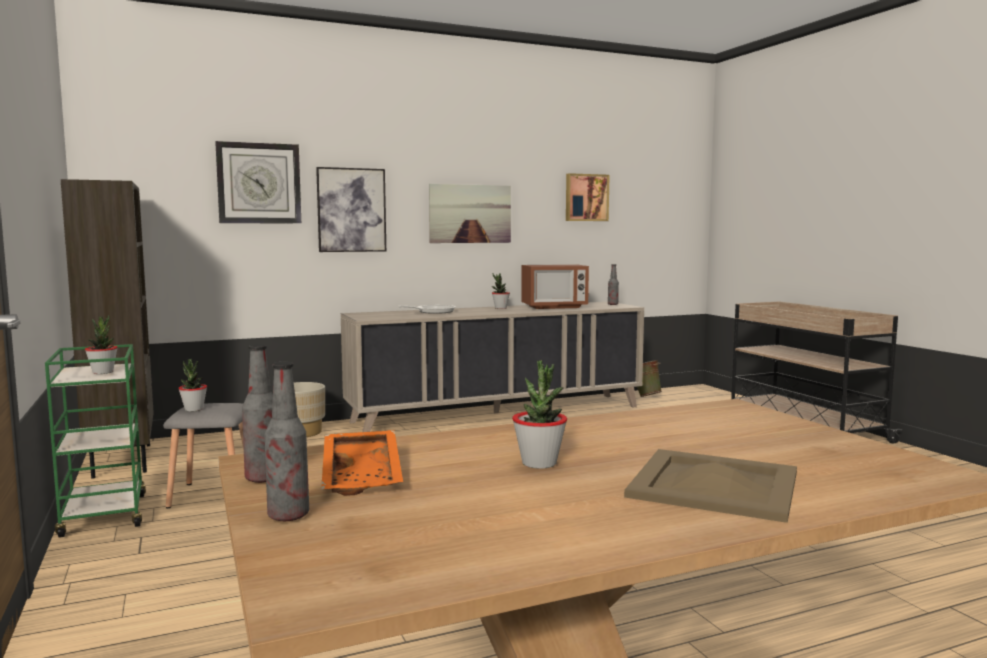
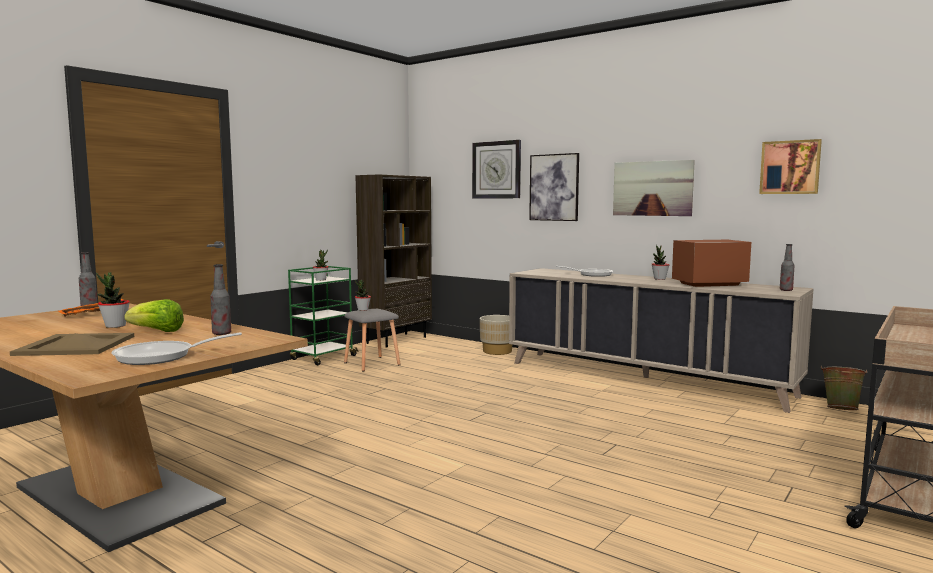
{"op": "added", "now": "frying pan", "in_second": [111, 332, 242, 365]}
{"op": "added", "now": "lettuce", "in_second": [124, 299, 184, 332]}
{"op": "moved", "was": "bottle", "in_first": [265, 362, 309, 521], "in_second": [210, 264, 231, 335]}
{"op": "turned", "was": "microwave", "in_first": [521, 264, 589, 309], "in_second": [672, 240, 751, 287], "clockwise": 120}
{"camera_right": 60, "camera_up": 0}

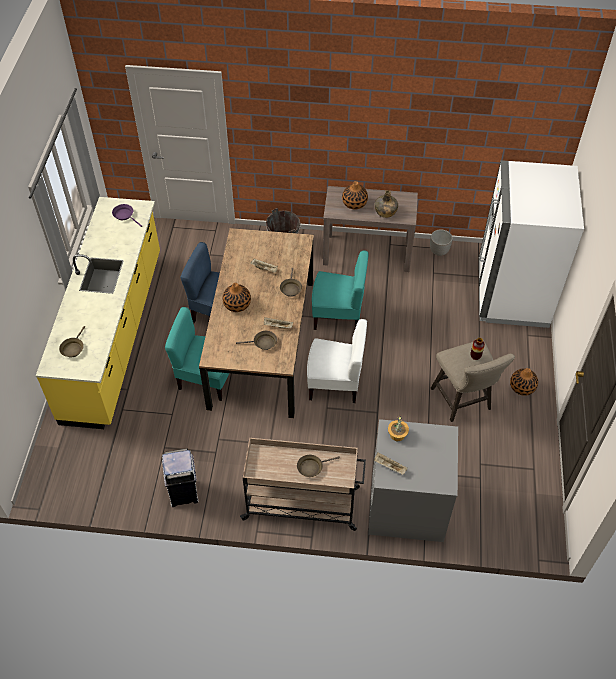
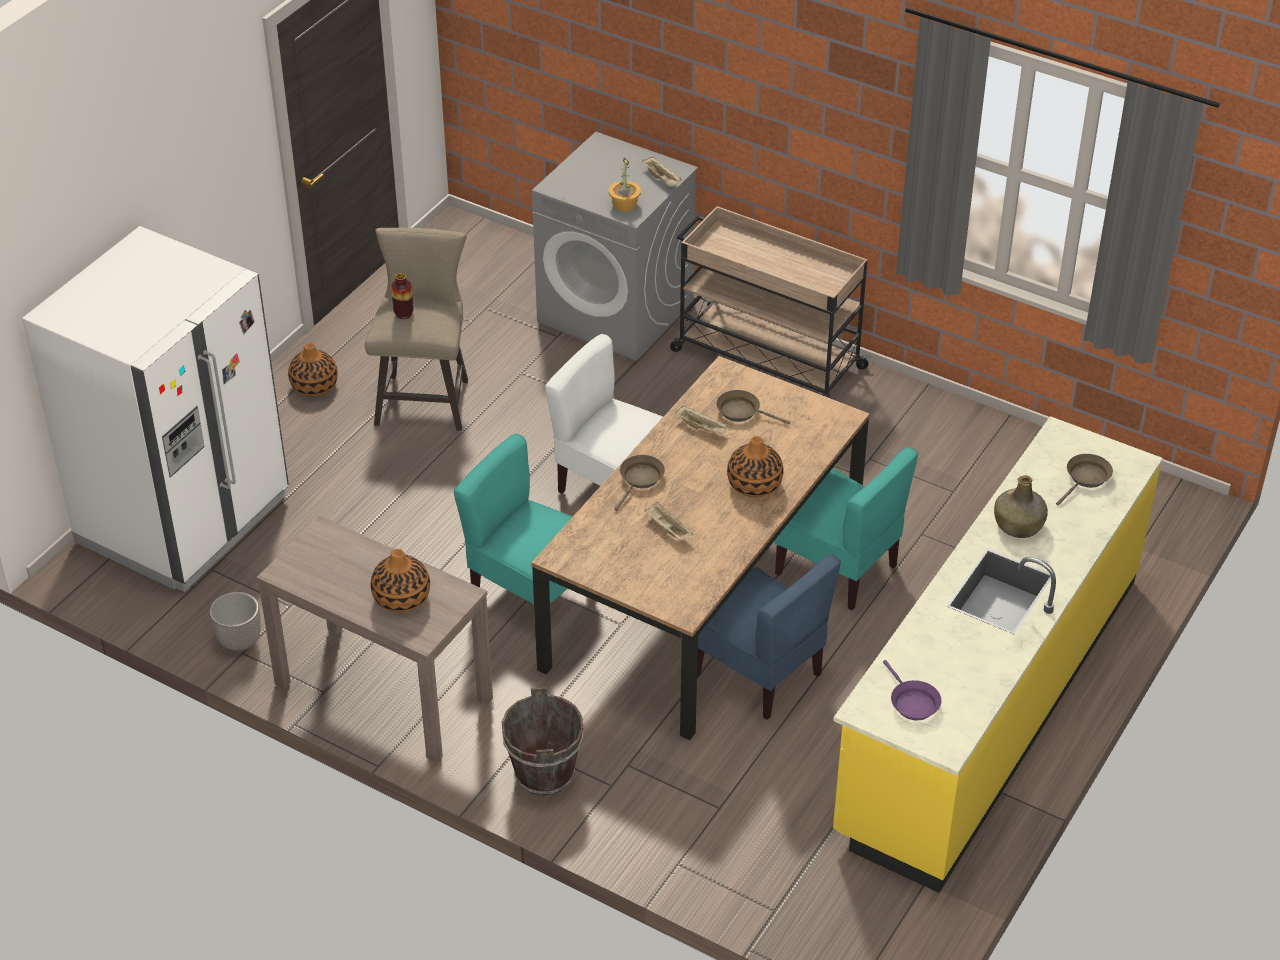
{"op": "moved", "was": "green bottle", "in_first": [374, 190, 398, 218], "in_second": [994, 475, 1048, 538]}
{"op": "removed", "was": "white trash can", "in_first": [162, 448, 199, 507]}
{"op": "removed", "was": "brown frying pan", "in_first": [297, 455, 340, 477]}
{"camera_right": -155, "camera_up": -10}

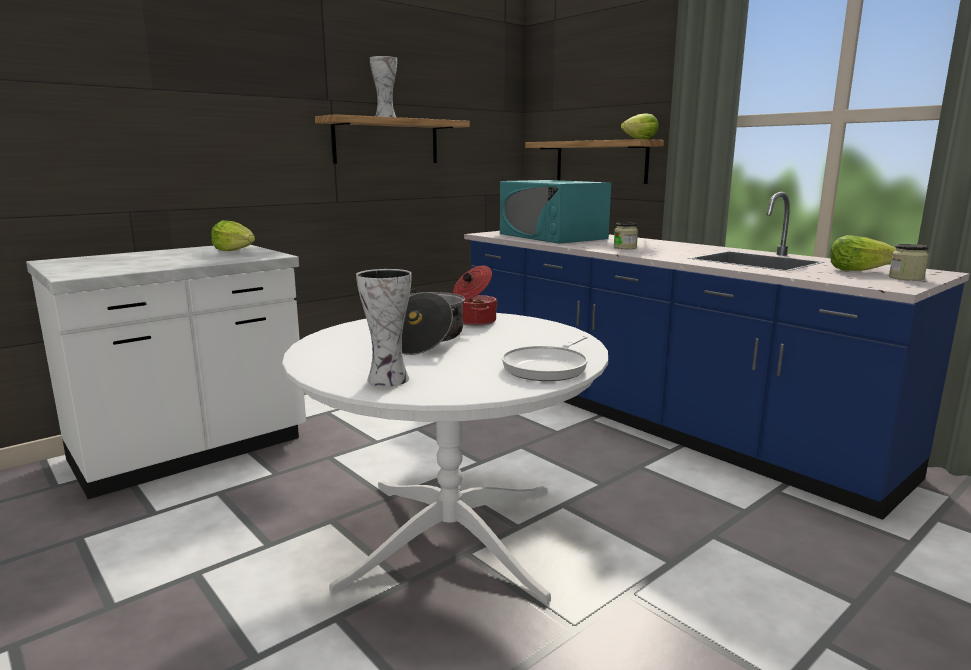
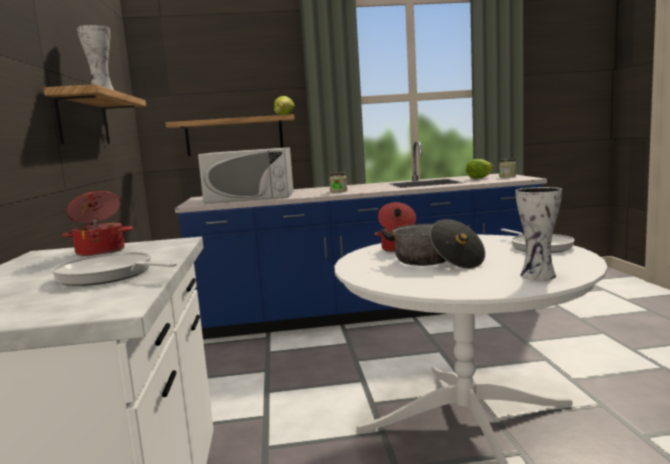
{"op": "added", "now": "frying pan", "in_second": [51, 252, 177, 286]}
{"op": "replaced", "was": "lettuce", "now": "cooking pot", "in_first": [211, 220, 255, 251], "in_second": [62, 191, 133, 256]}
{"op": "recoloured", "was": "turquoise microwave", "now": "white microwave", "in_first": [500, 180, 611, 244], "in_second": [198, 147, 294, 203]}
{"camera_right": -55, "camera_up": -5}

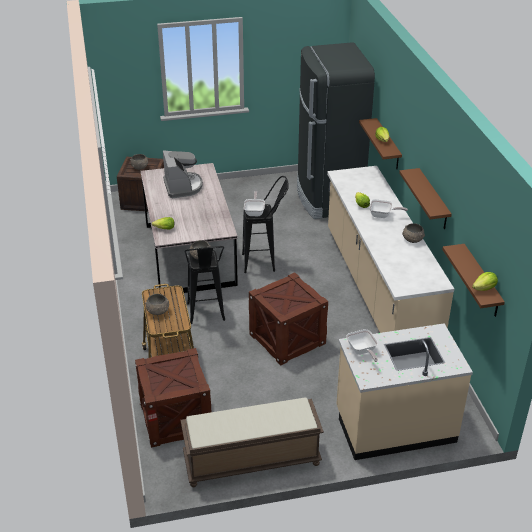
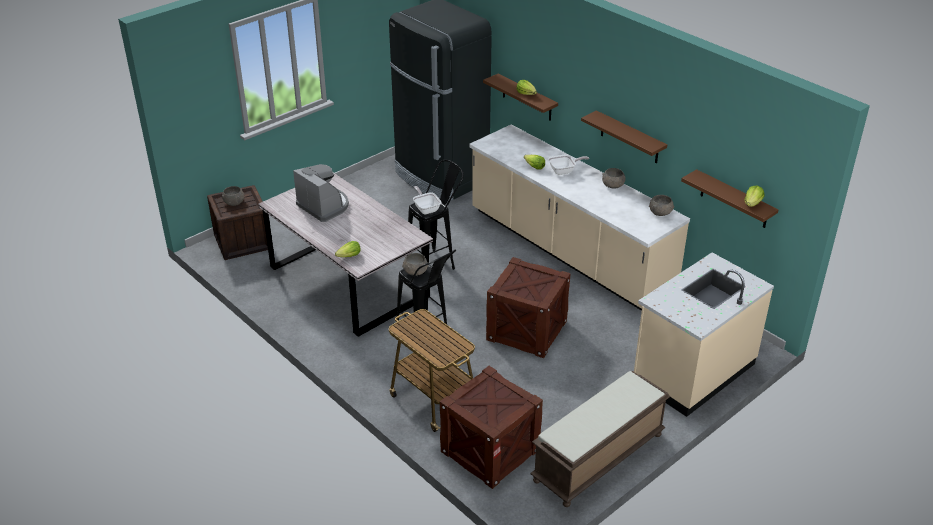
{"op": "moved", "was": "grey bowl", "in_first": [145, 294, 169, 315], "in_second": [649, 195, 674, 216]}
{"op": "removed", "was": "frying pan", "in_first": [346, 329, 378, 362]}
{"camera_right": -30, "camera_up": 0}

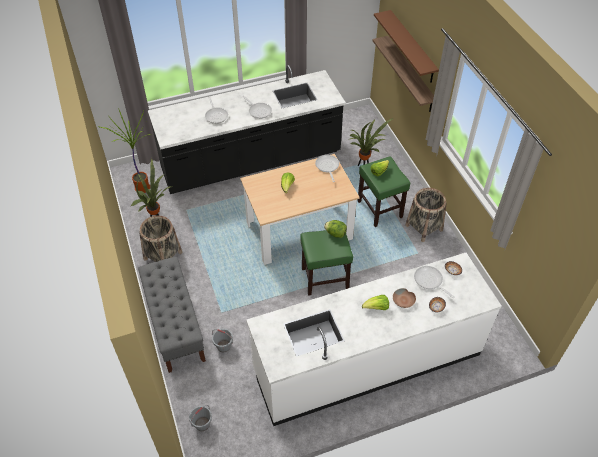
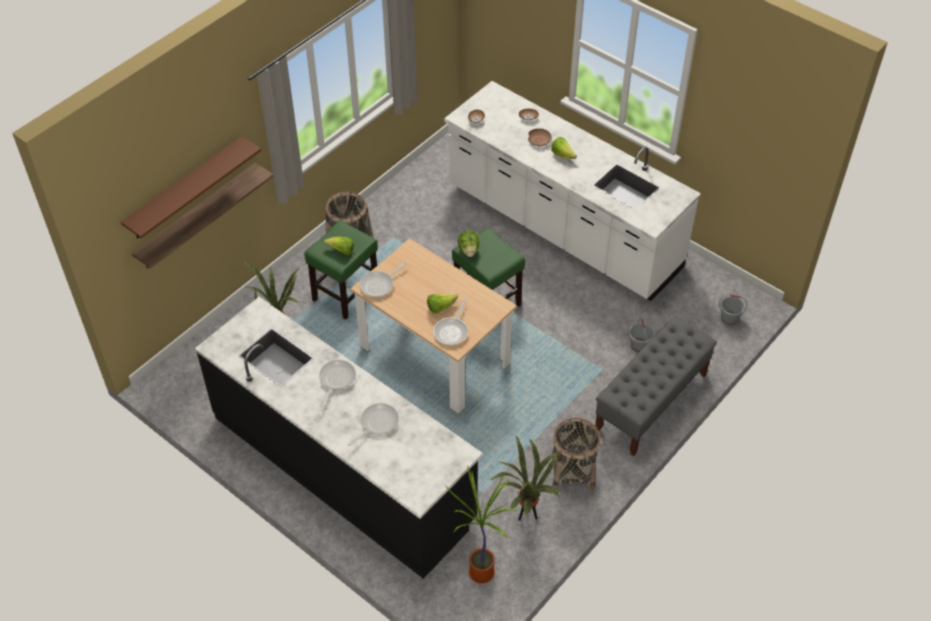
{"op": "moved", "was": "frying pan", "in_first": [414, 266, 455, 298], "in_second": [433, 299, 468, 345]}
{"camera_right": -120, "camera_up": 0}

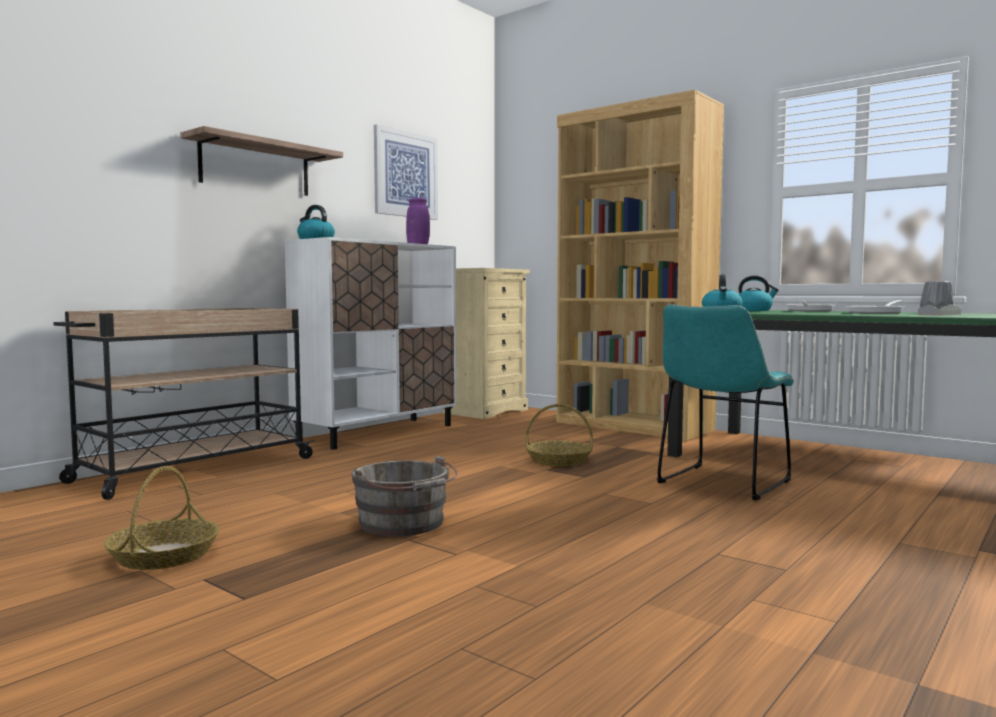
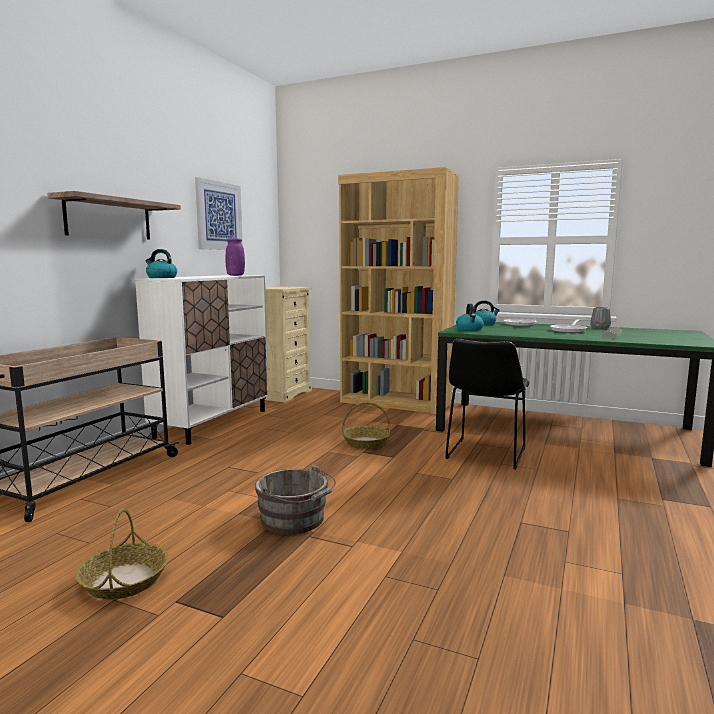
{"op": "recoloured", "was": "turquoise chair", "now": "black chair", "in_first": [657, 304, 794, 500], "in_second": [445, 339, 529, 469]}
{"camera_right": -15, "camera_up": 5}

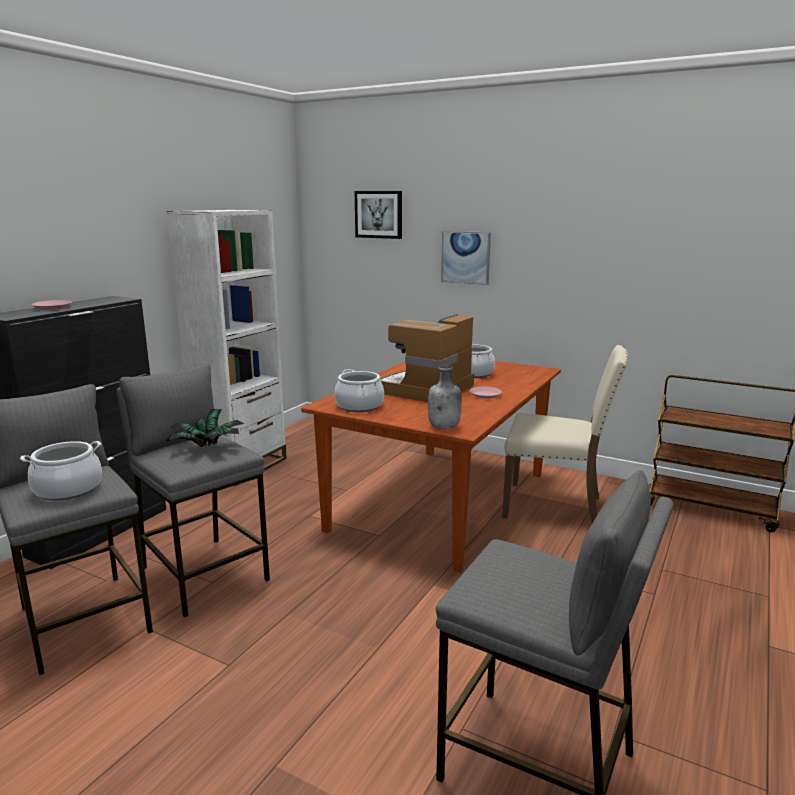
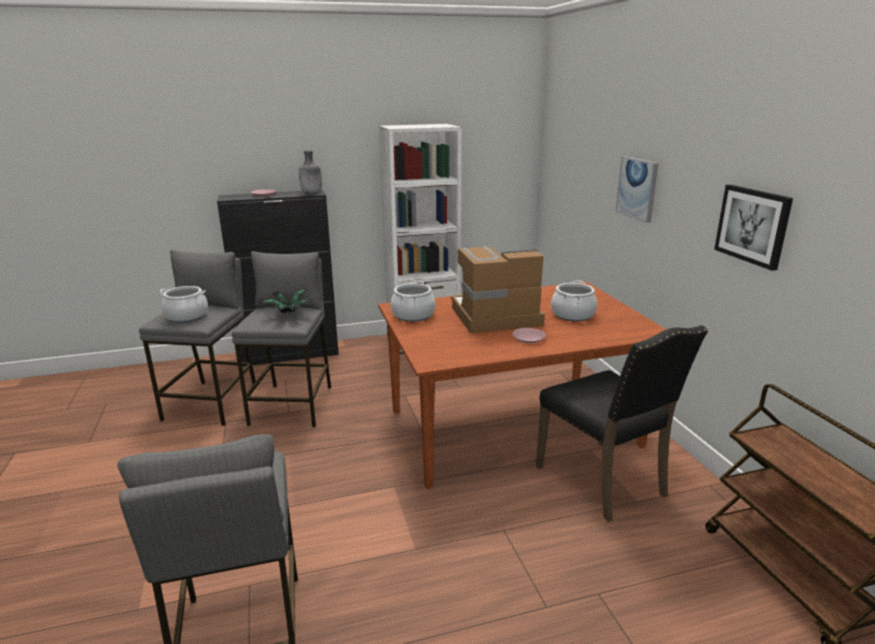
{"op": "moved", "was": "grey bottle", "in_first": [428, 366, 462, 429], "in_second": [299, 151, 322, 194]}
{"op": "recoloured", "was": "beige chair", "now": "black chair", "in_first": [502, 345, 628, 523], "in_second": [536, 325, 708, 522]}
{"op": "moved", "was": "picture", "in_first": [355, 191, 402, 239], "in_second": [714, 185, 793, 271]}
{"camera_right": 45, "camera_up": 5}

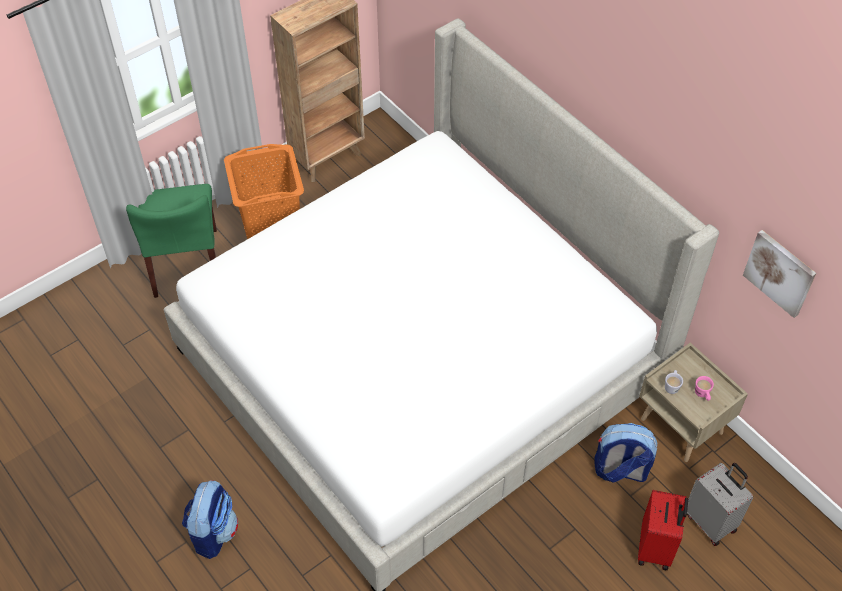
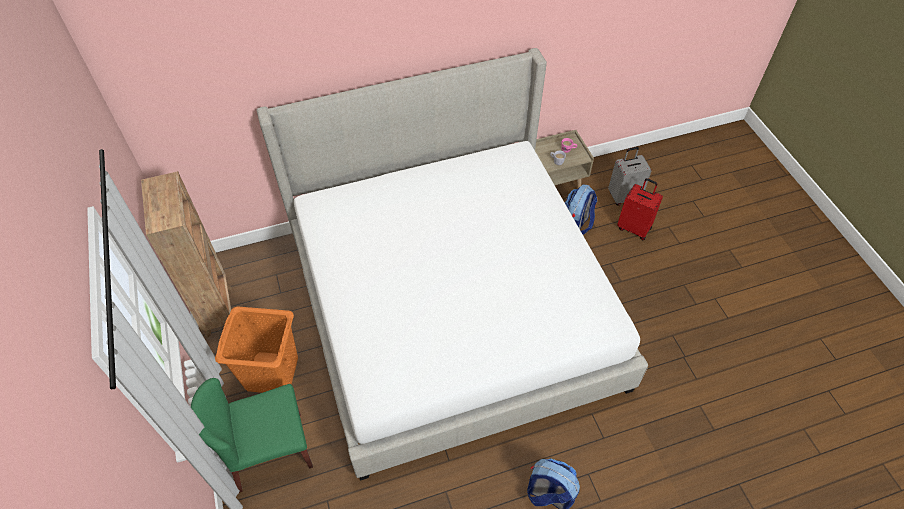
{"op": "turned", "was": "green chair", "in_first": [126, 184, 217, 298], "in_second": [191, 378, 313, 493], "clockwise": 150}
{"op": "removed", "was": "picture", "in_first": [743, 230, 816, 318]}
{"camera_right": -70, "camera_up": 0}

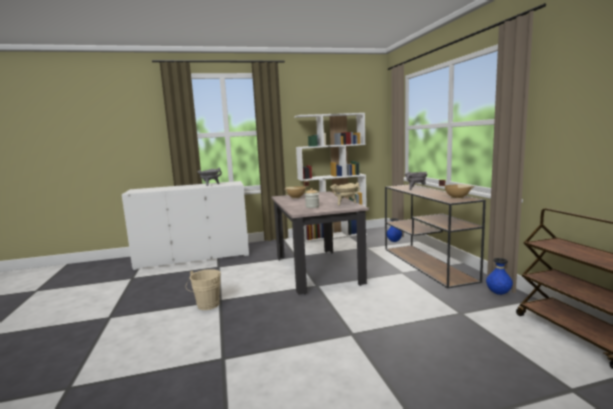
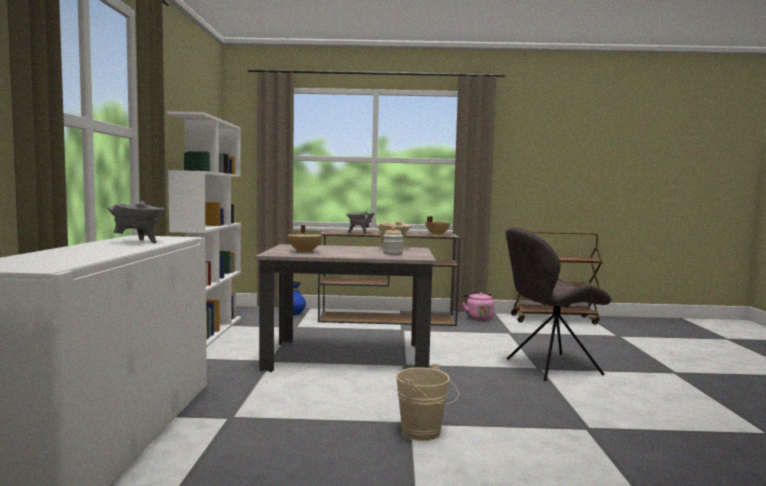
{"op": "replaced", "was": "blue vase", "now": "pink kettle", "in_first": [486, 258, 513, 295], "in_second": [462, 292, 494, 320]}
{"op": "added", "now": "grey chair", "in_second": [506, 227, 612, 381]}
{"camera_right": -75, "camera_up": -5}

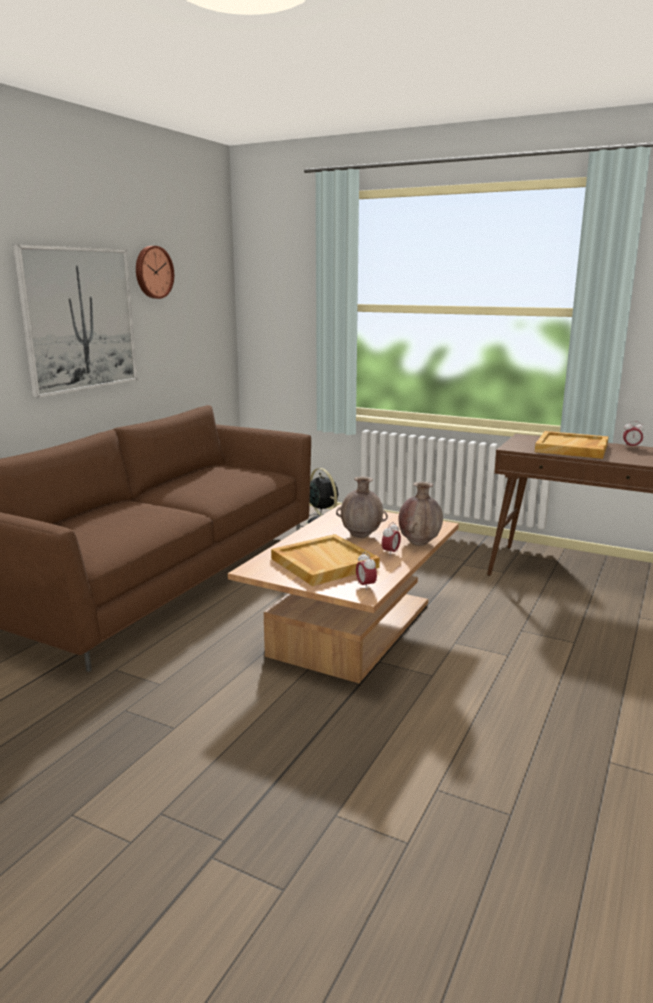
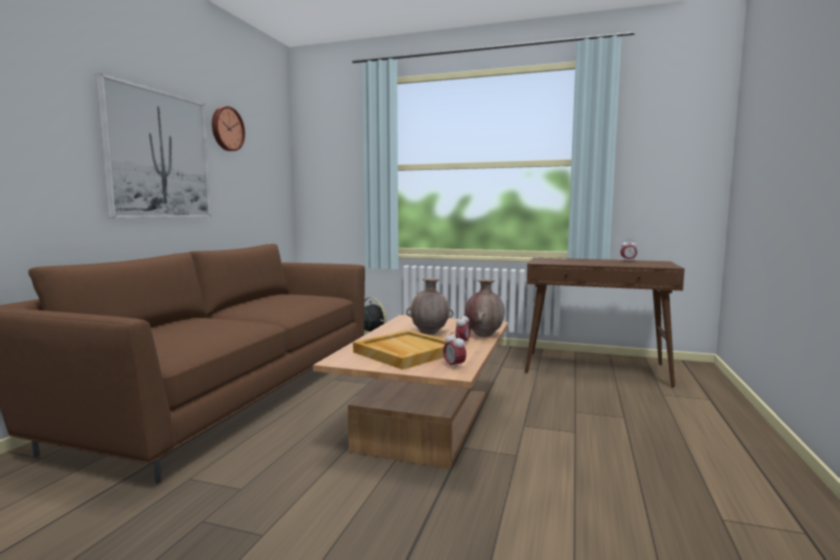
{"op": "removed", "was": "beige tray", "in_first": [535, 431, 609, 459]}
{"camera_right": -10, "camera_up": -10}

